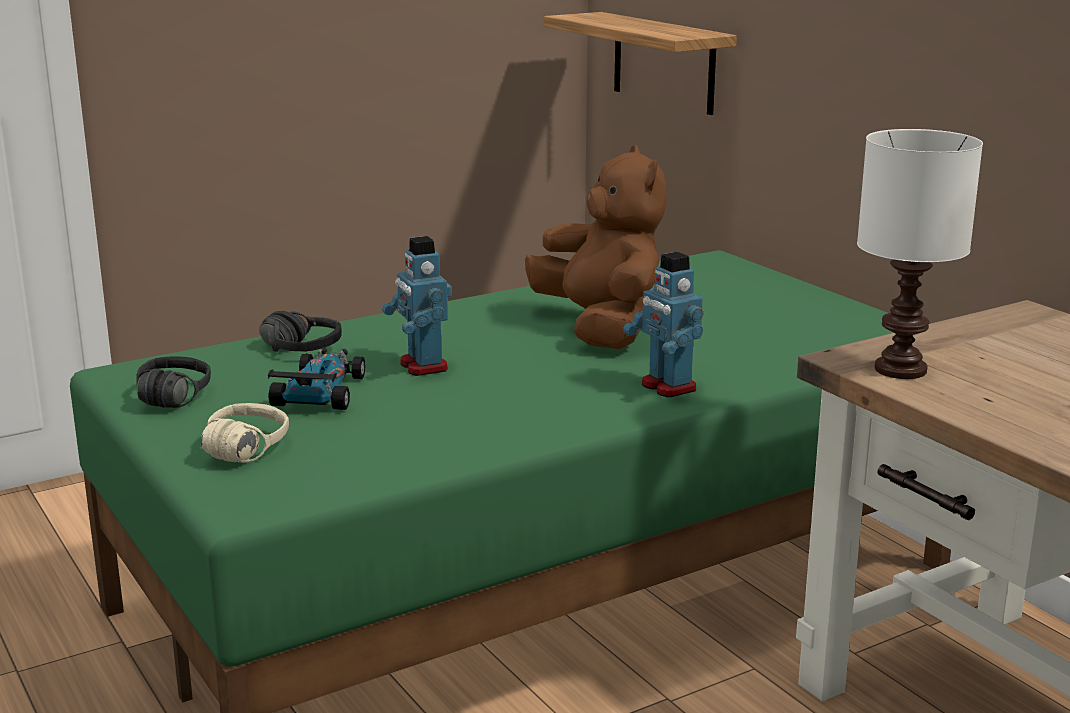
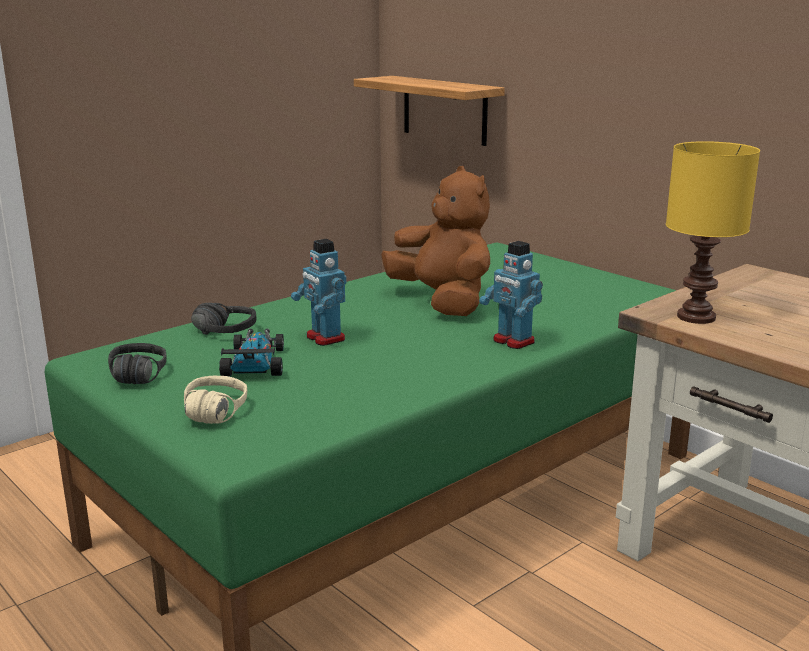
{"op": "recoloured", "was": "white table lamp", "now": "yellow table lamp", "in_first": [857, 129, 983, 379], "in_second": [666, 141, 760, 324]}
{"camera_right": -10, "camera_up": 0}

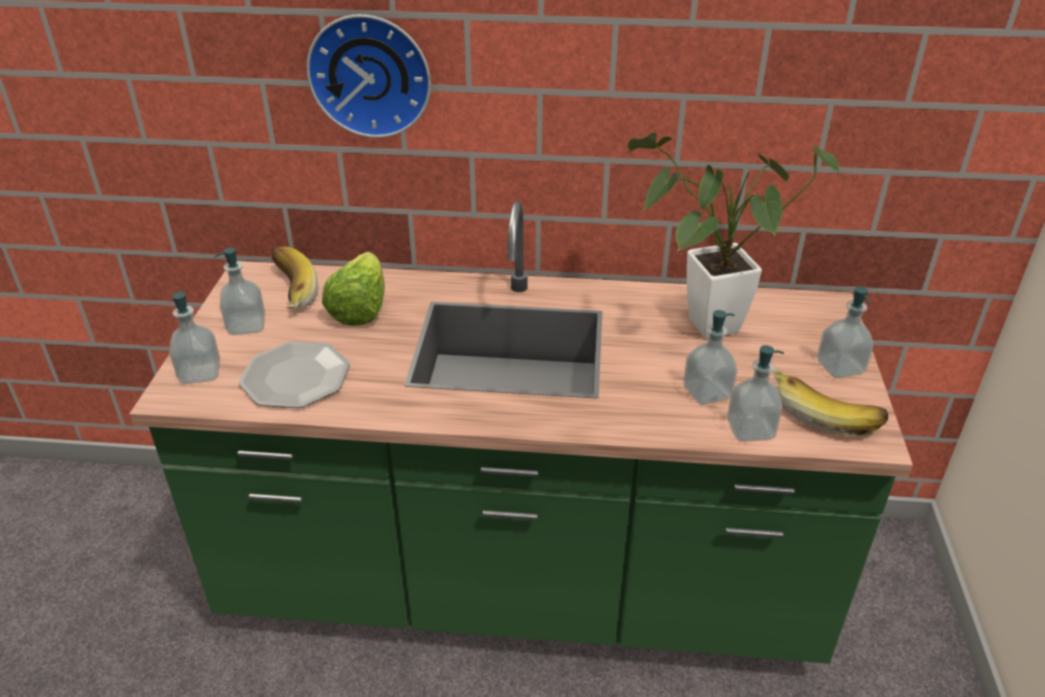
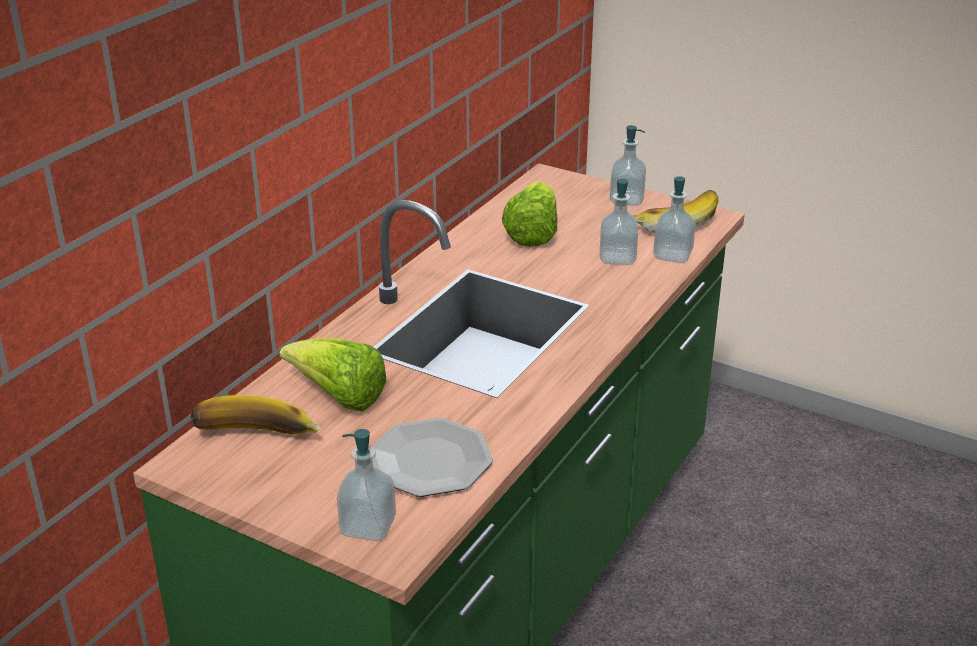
{"op": "replaced", "was": "potted plant", "now": "lettuce", "in_first": [628, 133, 840, 339], "in_second": [502, 181, 558, 247]}
{"op": "removed", "was": "soap dispenser", "in_first": [214, 248, 265, 335]}
{"op": "removed", "was": "wall clock", "in_first": [307, 14, 431, 138]}
{"camera_right": -65, "camera_up": -5}

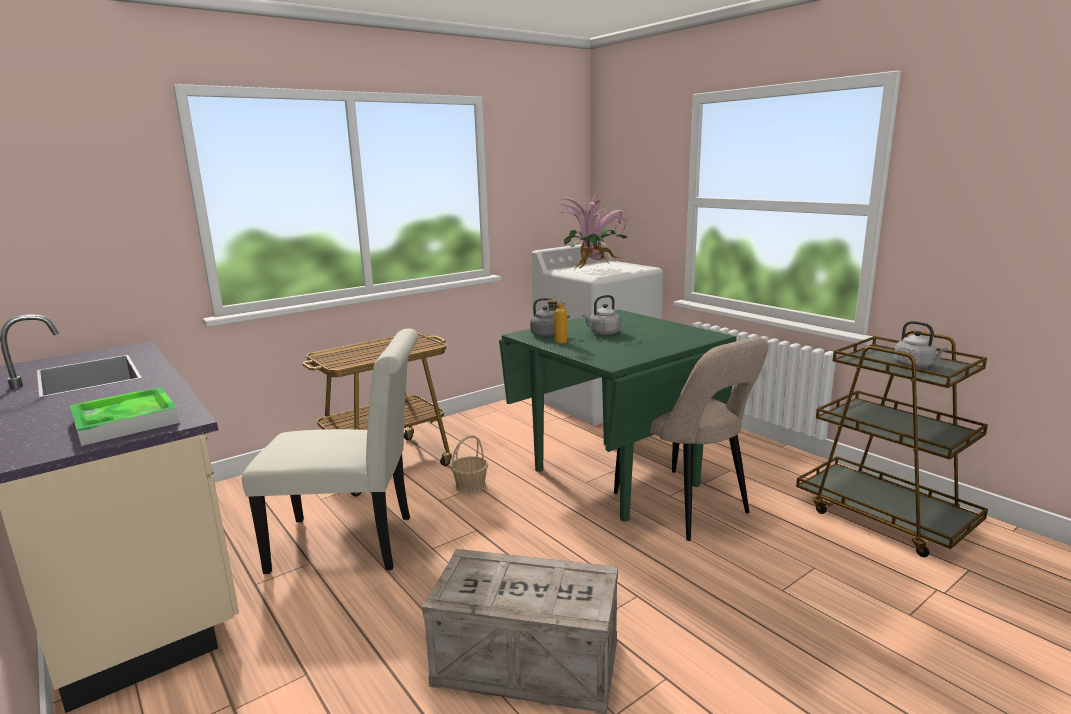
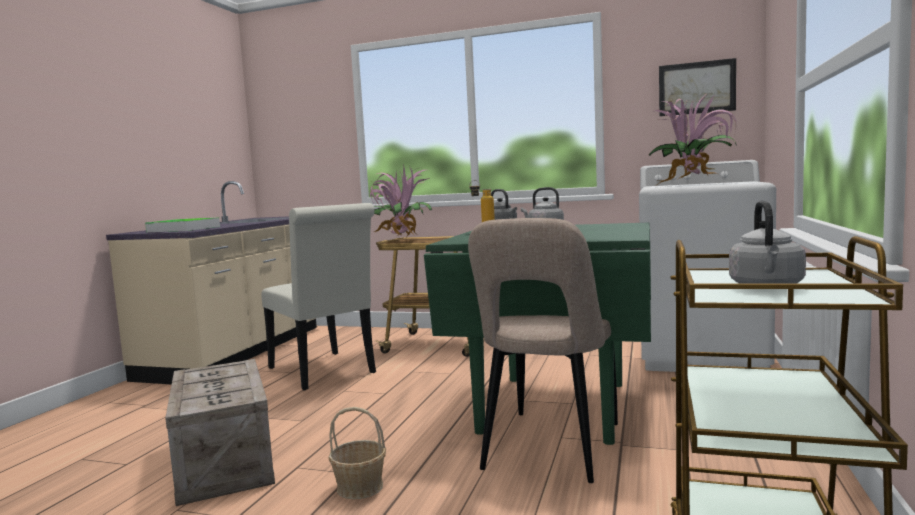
{"op": "moved", "was": "basket", "in_first": [450, 435, 488, 494], "in_second": [328, 407, 386, 499]}
{"op": "added", "now": "potted plant", "in_second": [370, 164, 432, 236]}
{"op": "added", "now": "picture", "in_second": [659, 58, 736, 116]}
{"camera_right": 55, "camera_up": -10}

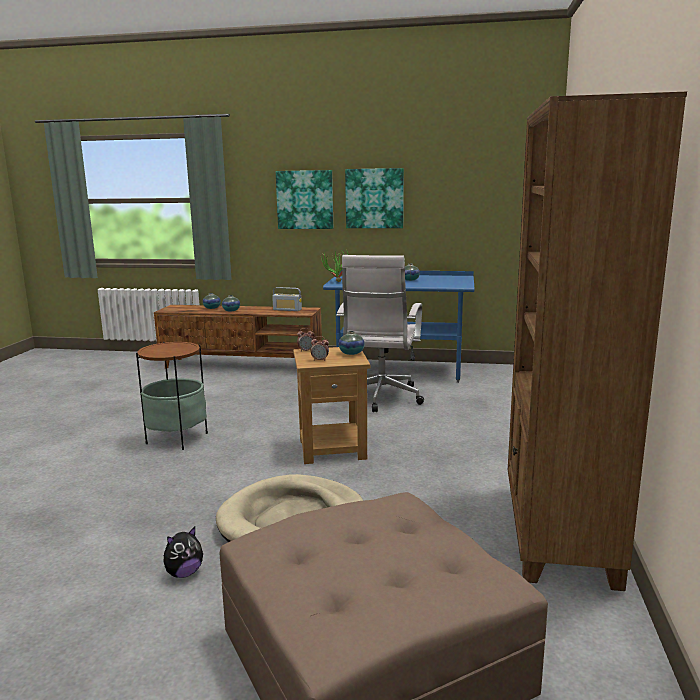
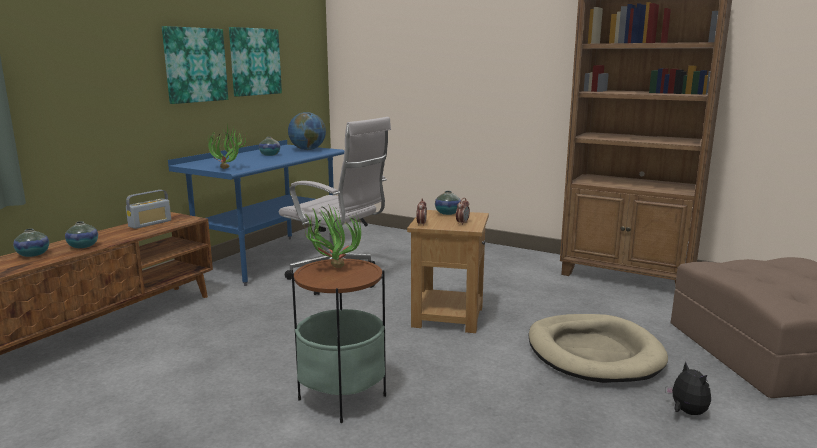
{"op": "moved", "was": "picture", "in_first": [276, 170, 333, 229], "in_second": [229, 27, 282, 97]}
{"op": "added", "now": "globe", "in_second": [288, 112, 326, 150]}
{"op": "added", "now": "potted plant", "in_second": [304, 205, 361, 268]}
{"camera_right": -70, "camera_up": 0}

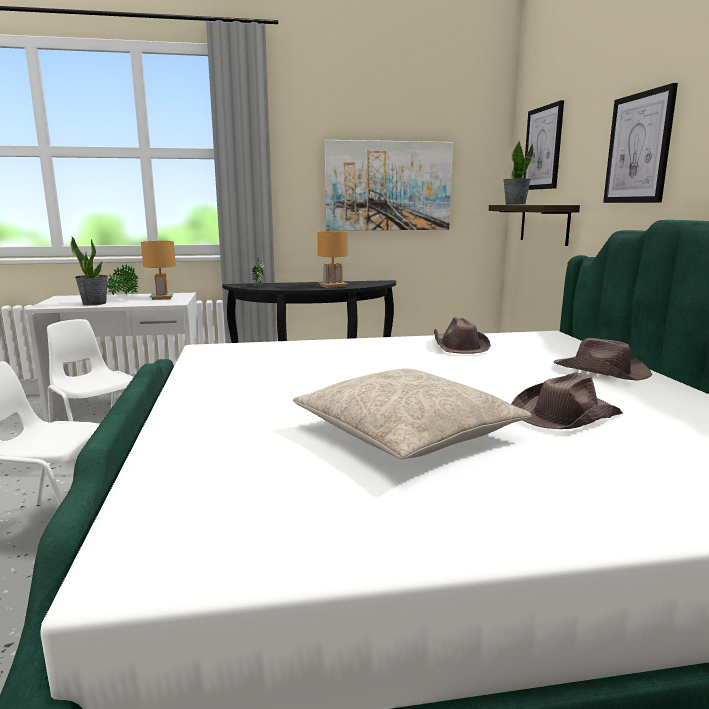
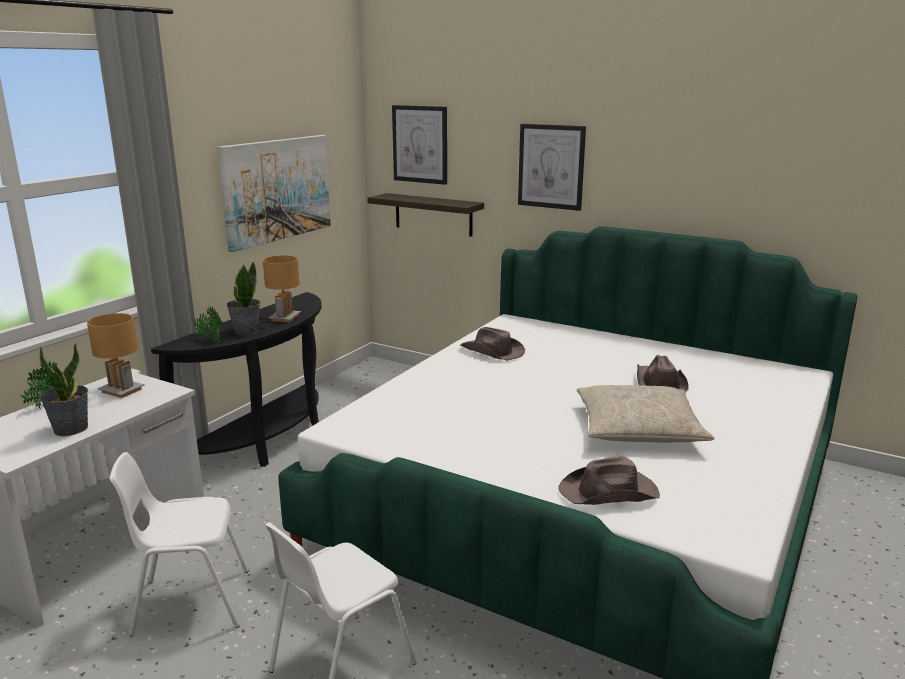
{"op": "moved", "was": "potted plant", "in_first": [503, 141, 533, 205], "in_second": [226, 261, 260, 335]}
{"op": "moved", "was": "brown hat", "in_first": [554, 338, 652, 381], "in_second": [558, 456, 660, 505]}
{"camera_right": -50, "camera_up": 5}

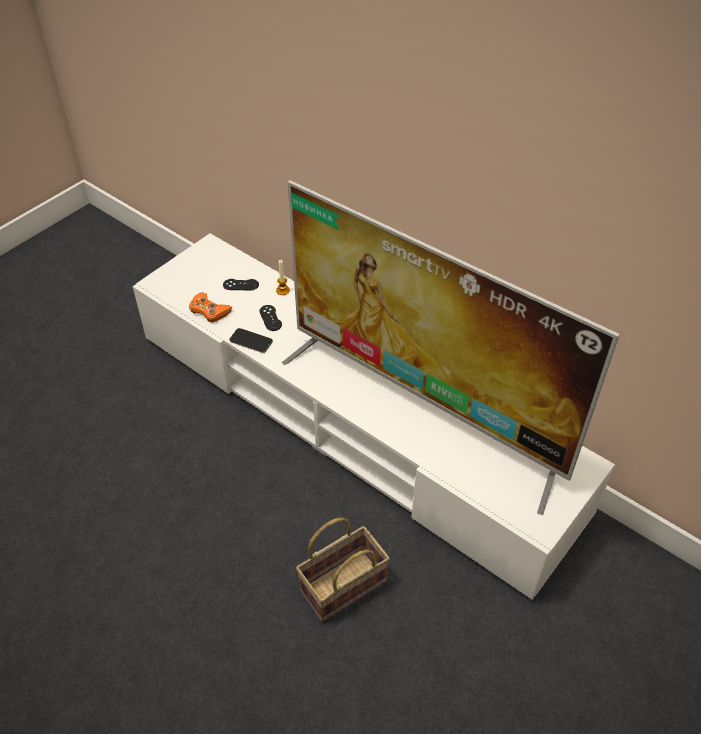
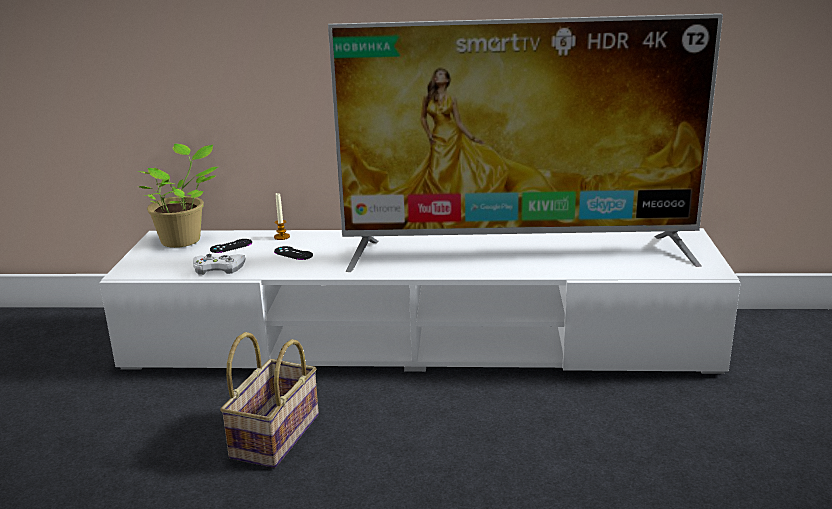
{"op": "added", "now": "potted plant", "in_second": [138, 144, 218, 248]}
{"op": "recoloured", "was": "orange game controller", "now": "white game controller", "in_first": [189, 293, 233, 322], "in_second": [193, 254, 245, 275]}
{"op": "moved", "was": "basket", "in_first": [296, 517, 390, 622], "in_second": [220, 332, 319, 468]}
{"op": "removed", "was": "phone", "in_first": [229, 328, 273, 353]}
{"camera_right": -35, "camera_up": -25}

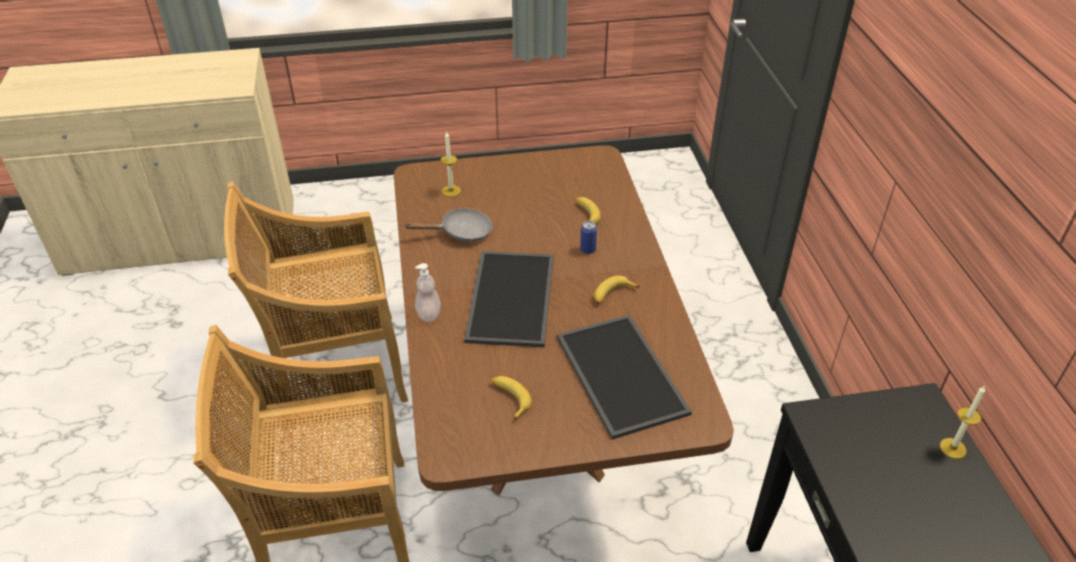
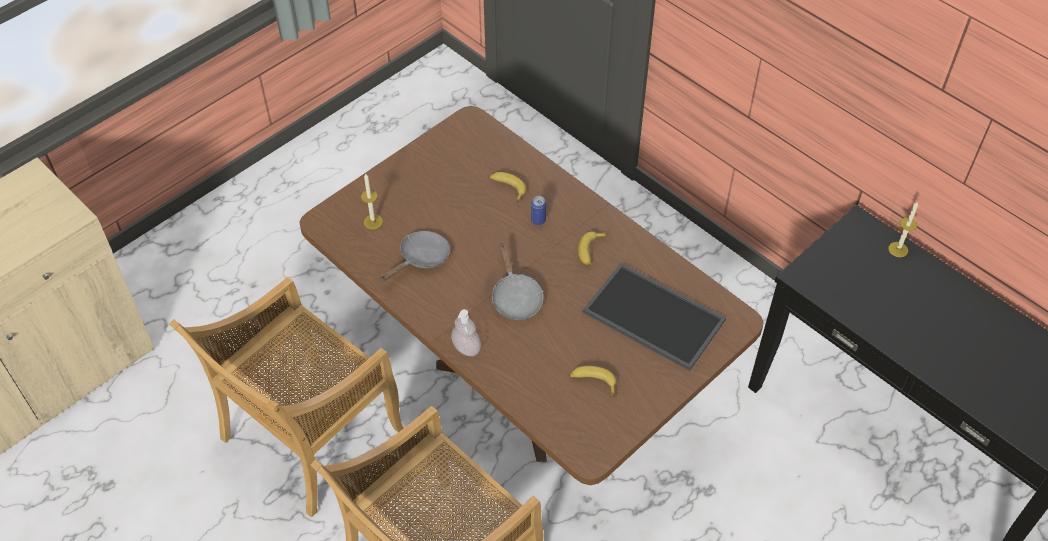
{"op": "replaced", "was": "tray", "now": "grey frying pan", "in_first": [464, 251, 554, 347], "in_second": [492, 242, 543, 320]}
{"camera_right": -35, "camera_up": 10}

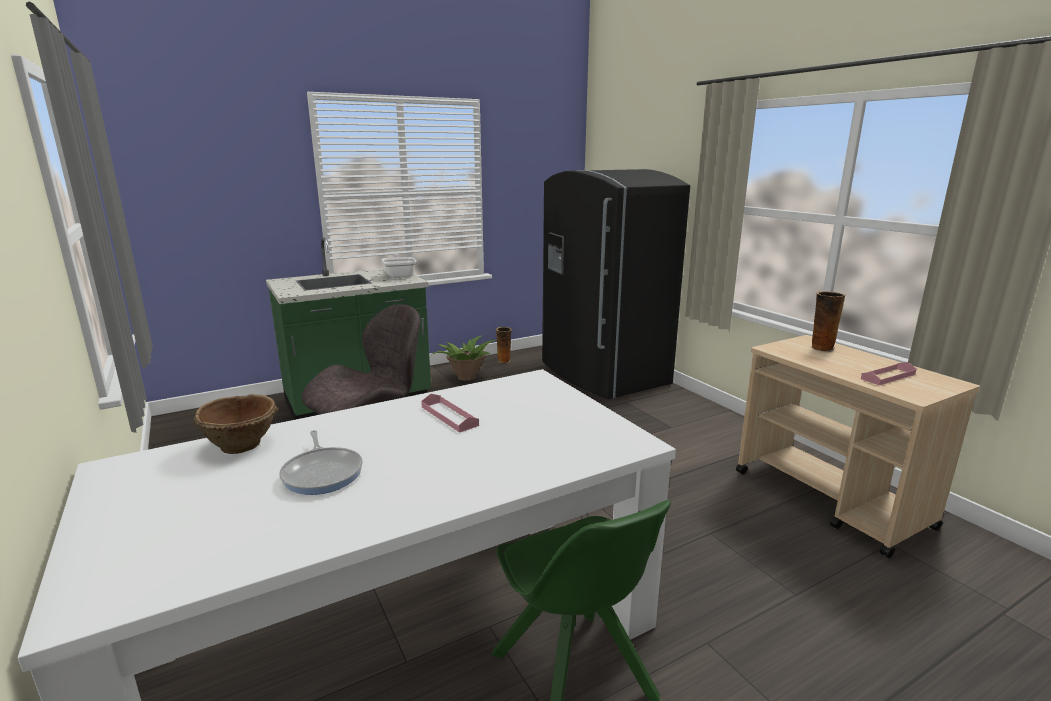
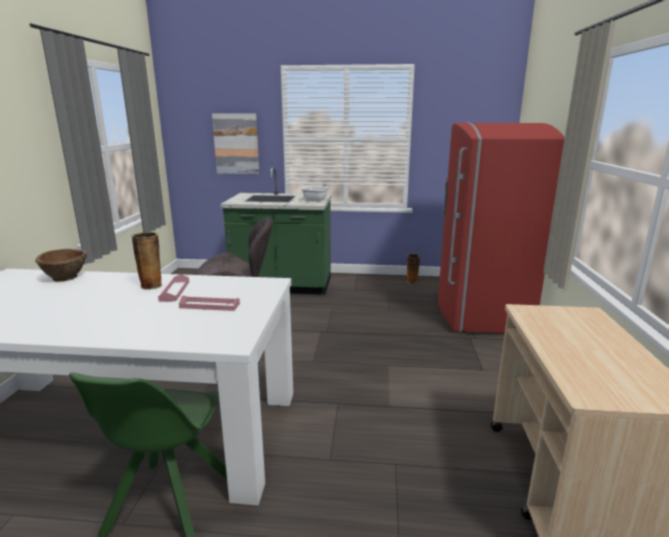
{"op": "moved", "was": "vase", "in_first": [811, 291, 846, 351], "in_second": [132, 232, 163, 290]}
{"op": "moved", "was": "pink tray", "in_first": [861, 362, 917, 385], "in_second": [179, 296, 240, 311]}
{"op": "added", "now": "picture", "in_second": [212, 114, 259, 174]}
{"op": "recoloured", "was": "black fridge", "now": "red fridge", "in_first": [542, 169, 690, 399], "in_second": [438, 122, 565, 333]}
{"op": "removed", "was": "frying pan", "in_first": [279, 430, 363, 495]}
{"op": "removed", "was": "potted plant", "in_first": [430, 335, 496, 381]}
{"camera_right": 35, "camera_up": 0}

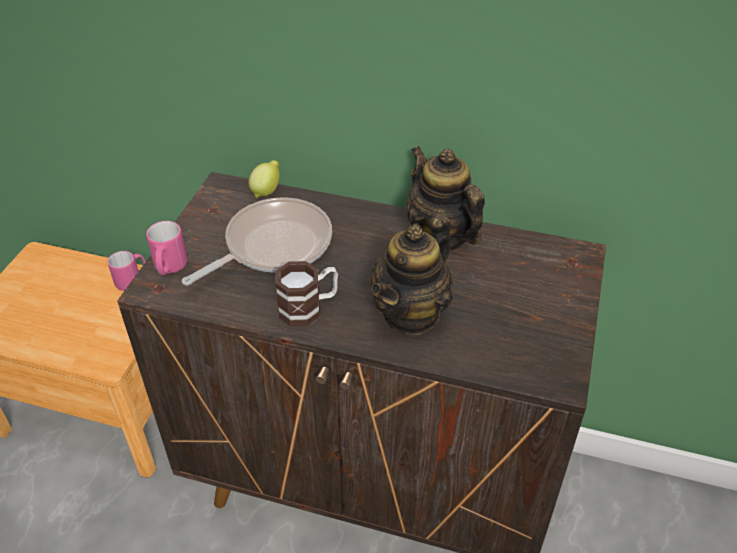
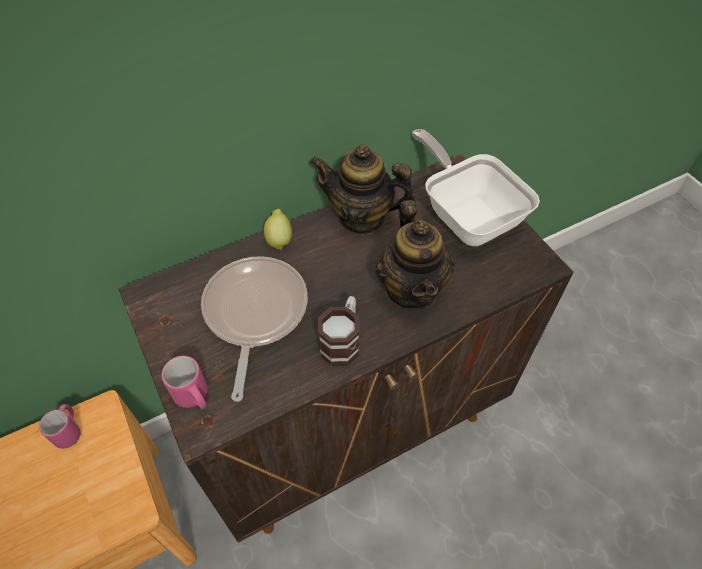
{"op": "moved", "was": "lemon", "in_first": [248, 160, 280, 198], "in_second": [264, 209, 292, 250]}
{"op": "added", "now": "frying pan", "in_second": [412, 129, 540, 246]}
{"camera_right": -45, "camera_up": 10}

